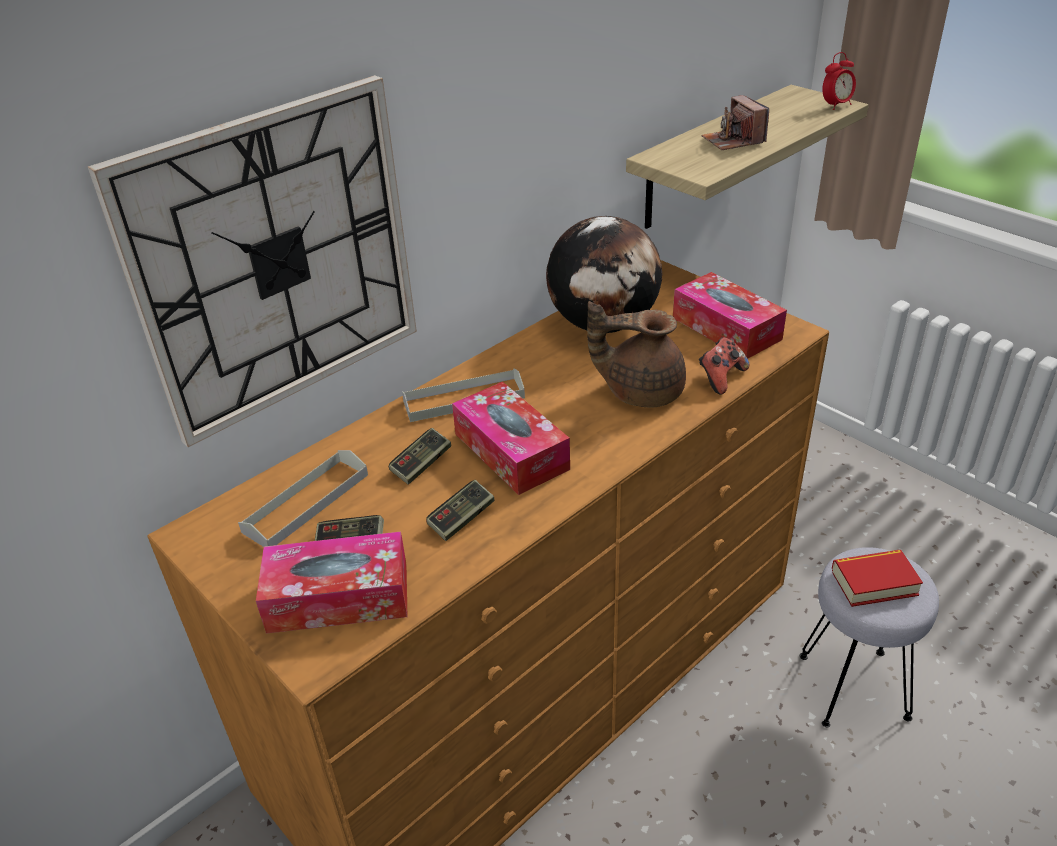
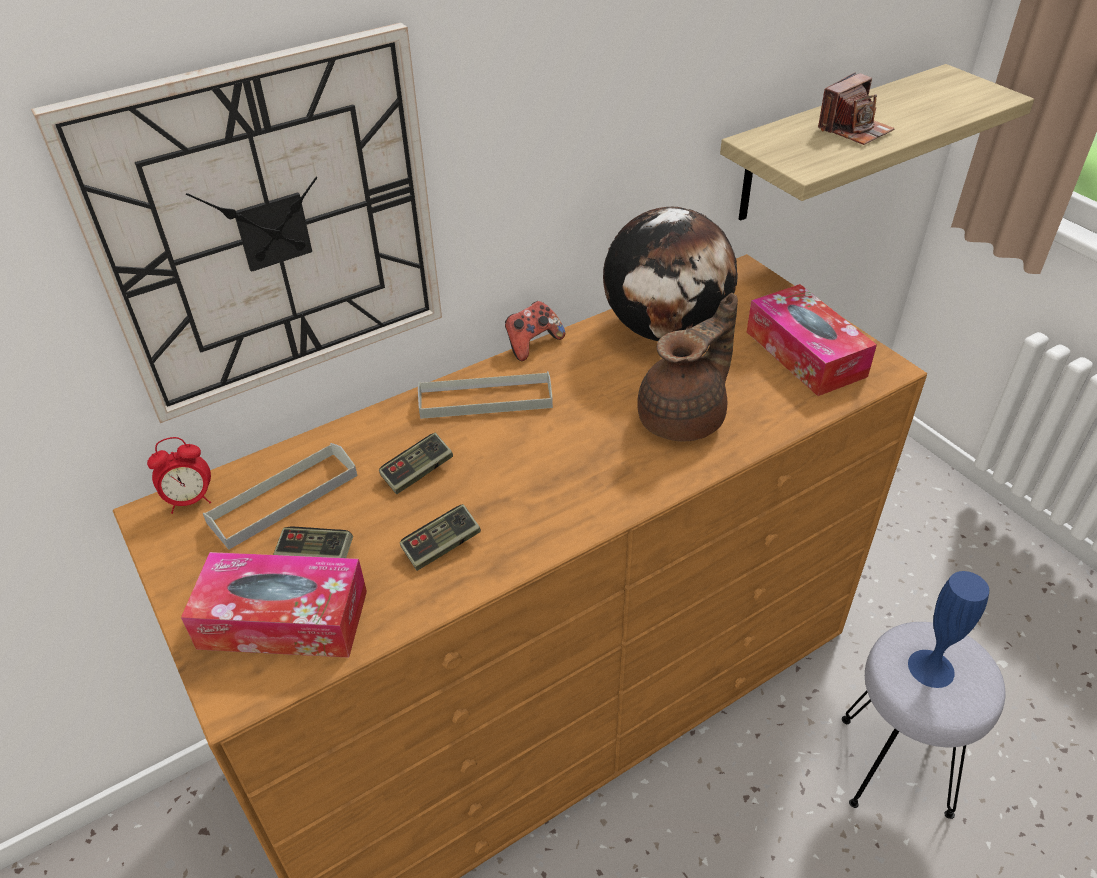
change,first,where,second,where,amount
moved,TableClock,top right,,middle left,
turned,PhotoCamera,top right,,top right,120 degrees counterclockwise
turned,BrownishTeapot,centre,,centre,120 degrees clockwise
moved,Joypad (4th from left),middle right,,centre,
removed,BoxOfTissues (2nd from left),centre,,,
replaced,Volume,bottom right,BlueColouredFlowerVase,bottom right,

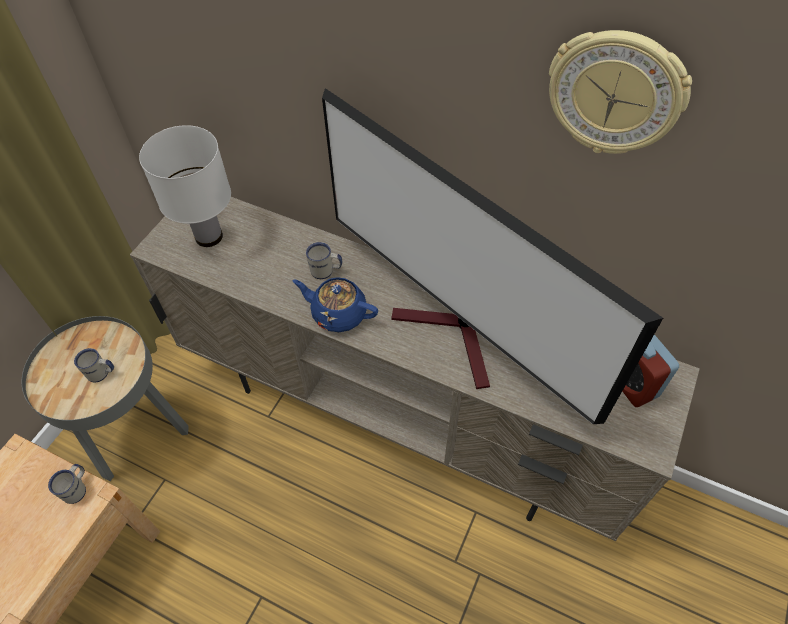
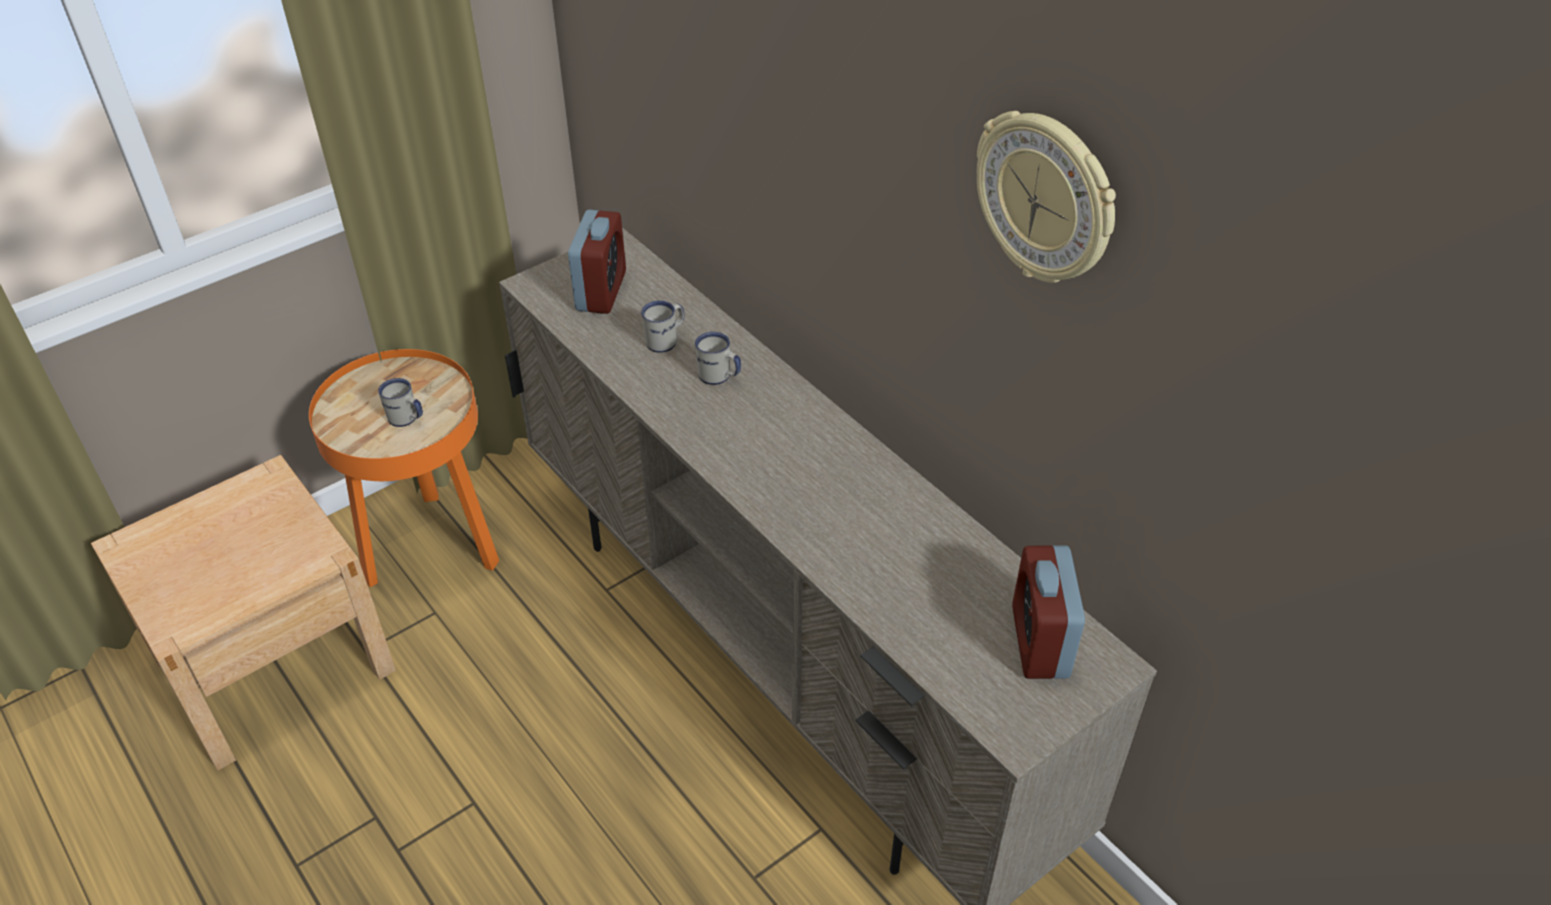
change,first,where,second,where,amount
removed,Tv,centre,,,
replaced,WhiteColouredLampForATable,top left,TableClock (1st from left),top centre,
removed,BlueColouredTeapot,centre,,,
recoloured,GrayEndTable,middle left,OrangeyEndTable,middle left,
moved,WhiteColouredMug (1st from left in the first image),bottom left,WhiteColouredMug (2nd from left),centre,

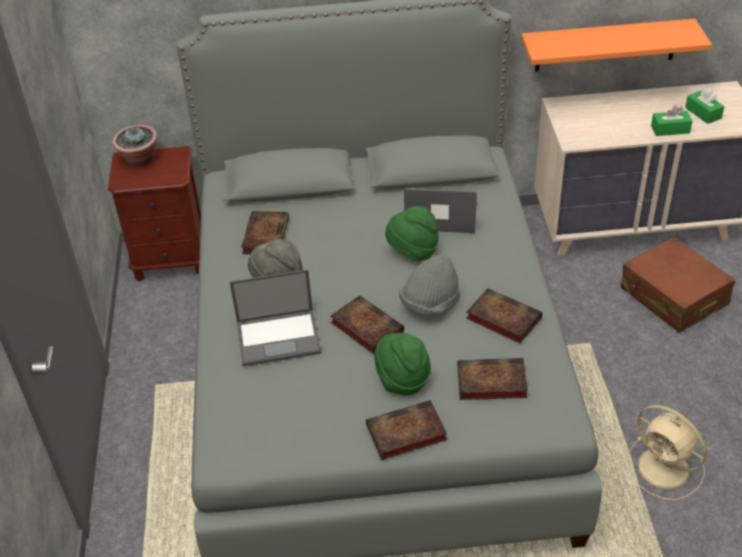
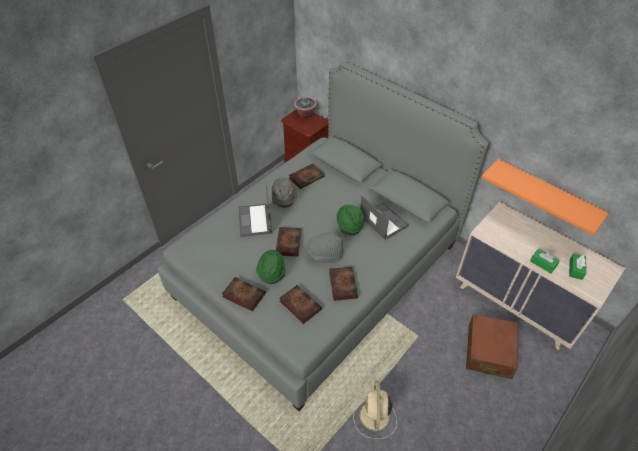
change,first,where,second,where,amount
turned,Laptop (1st from left),centre,,centre,45 degrees clockwise

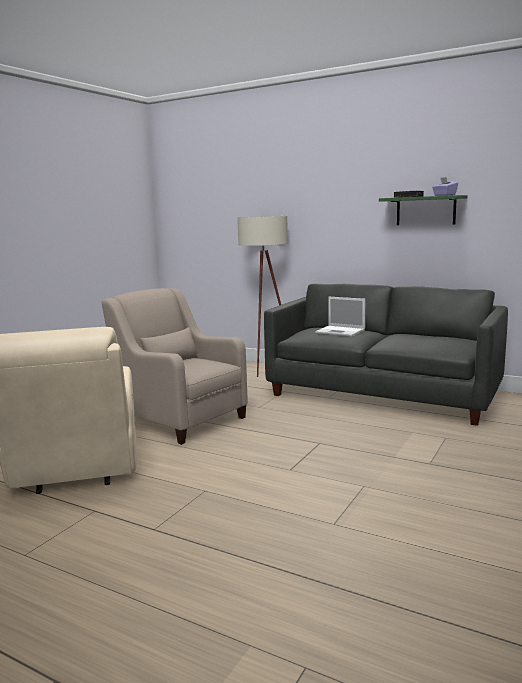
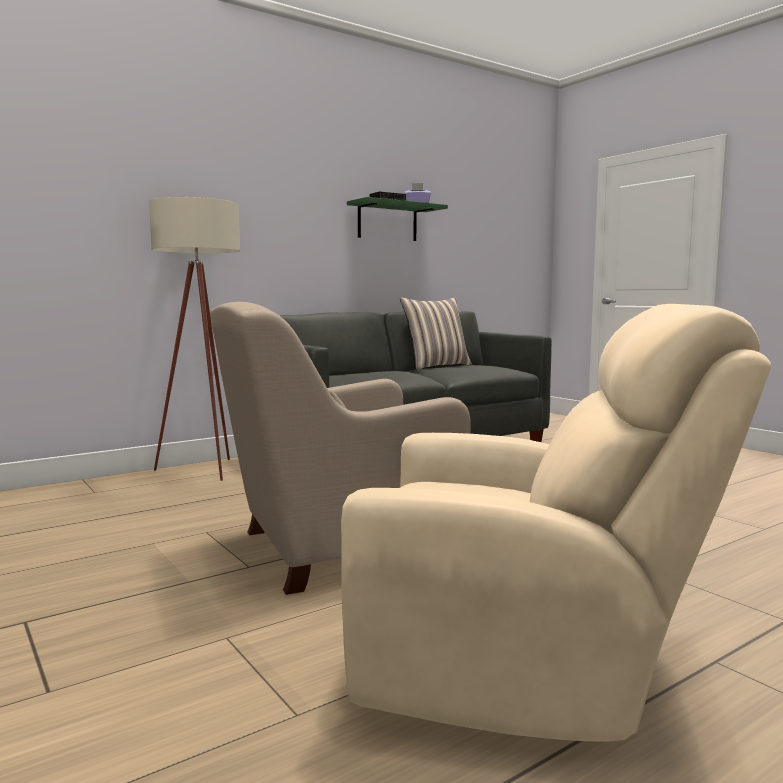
change,first,where,second,where,amount
removed,Laptop,centre,,,
added,,,Cushion,centre,

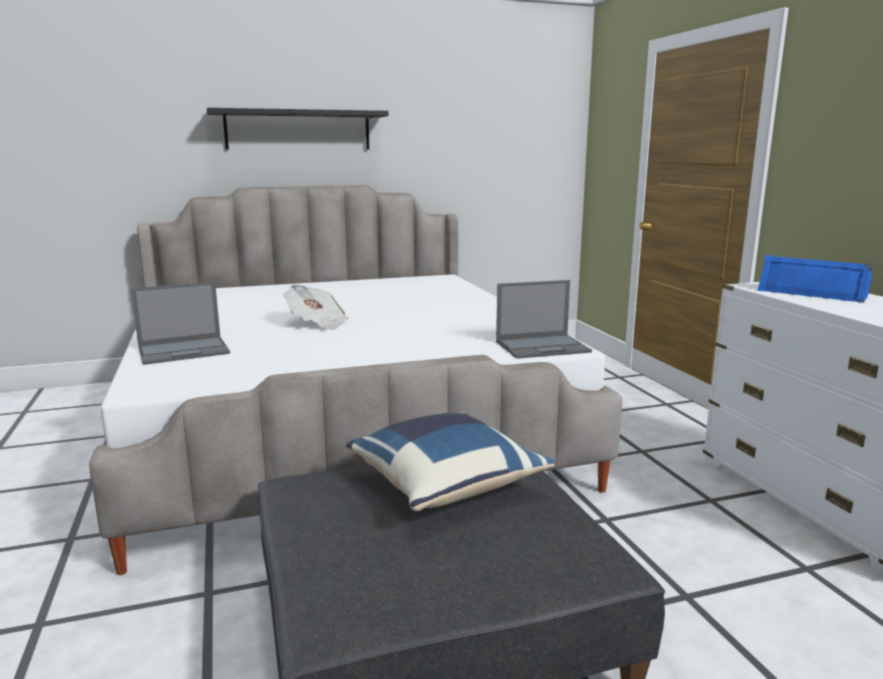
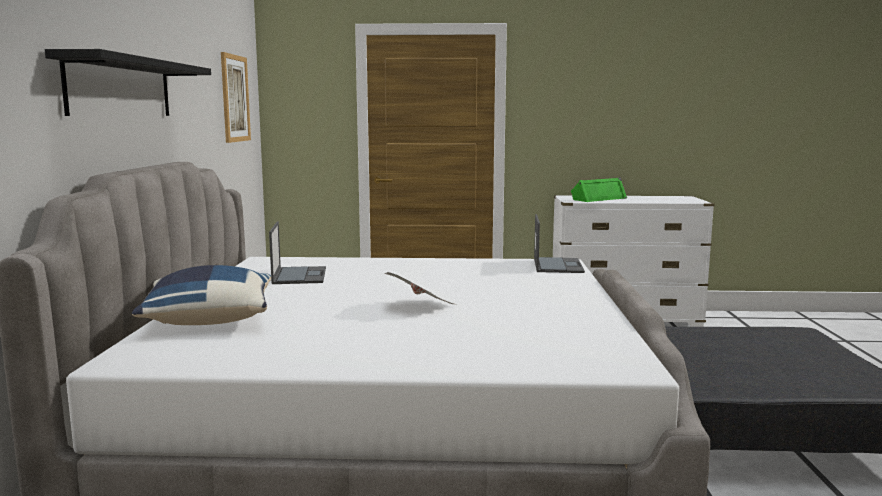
change,first,where,second,where,amount
recoloured,BlueColouredLoudspeaker,middle right,GreenishLoudspeaker,middle right,
moved,Laptop (1st from left),middle left,,centre,
moved,BlueColouredCushion,bottom centre,,middle left,
added,,,Picture,top left,

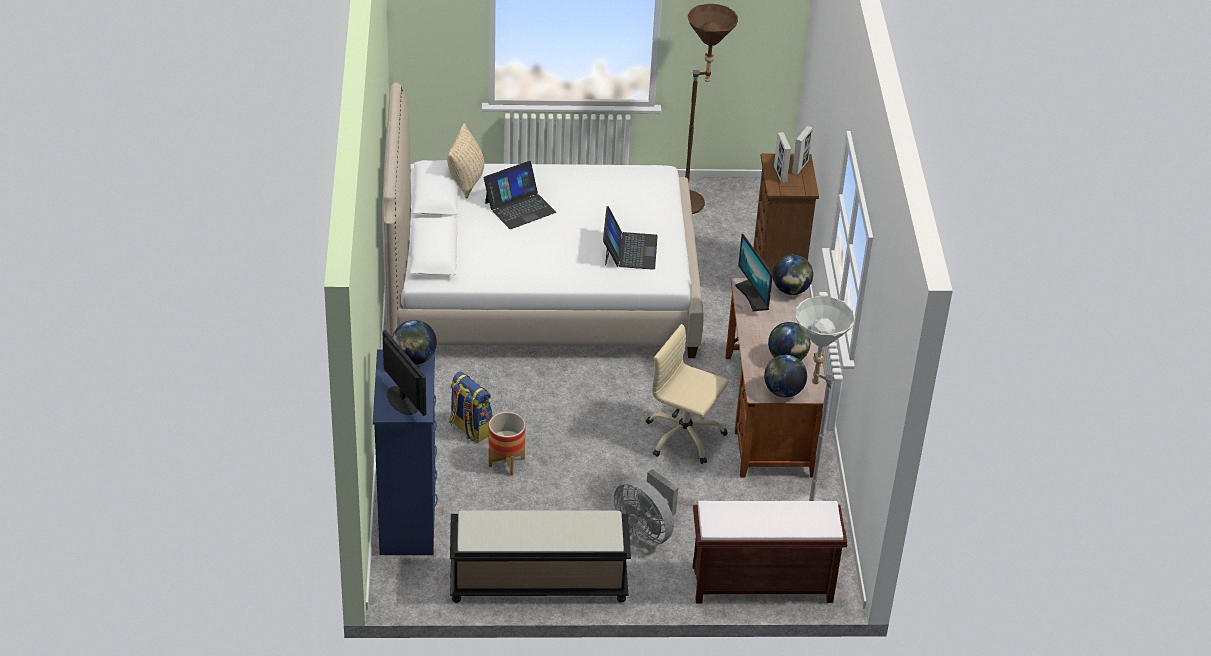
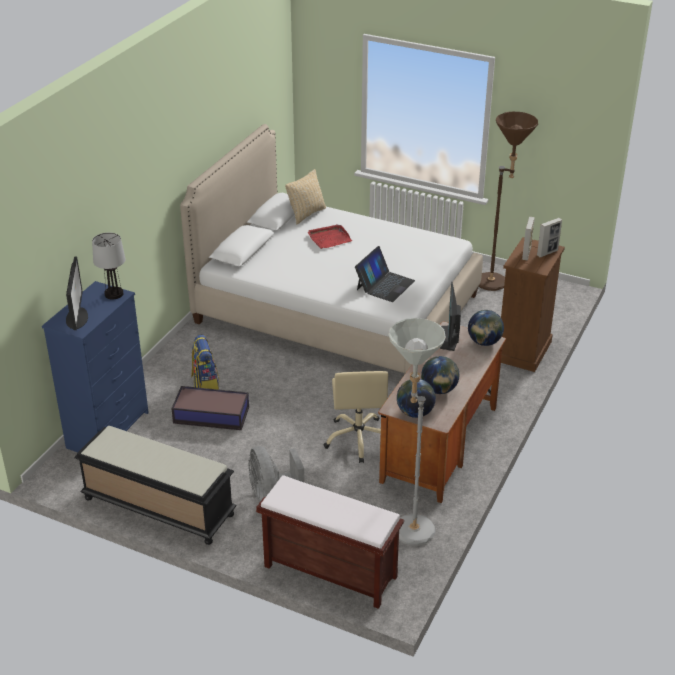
change,first,where,second,where,amount
replaced,Laptop (1st from left),top centre,ReddishCarryingTray,centre,
replaced,Globe (1st from left),centre,LampForATable,middle left,
turned,SandColouredComputerChair,centre,,centre,150 degrees counterclockwise
replaced,Planter,bottom centre,StorageContainer,middle left,

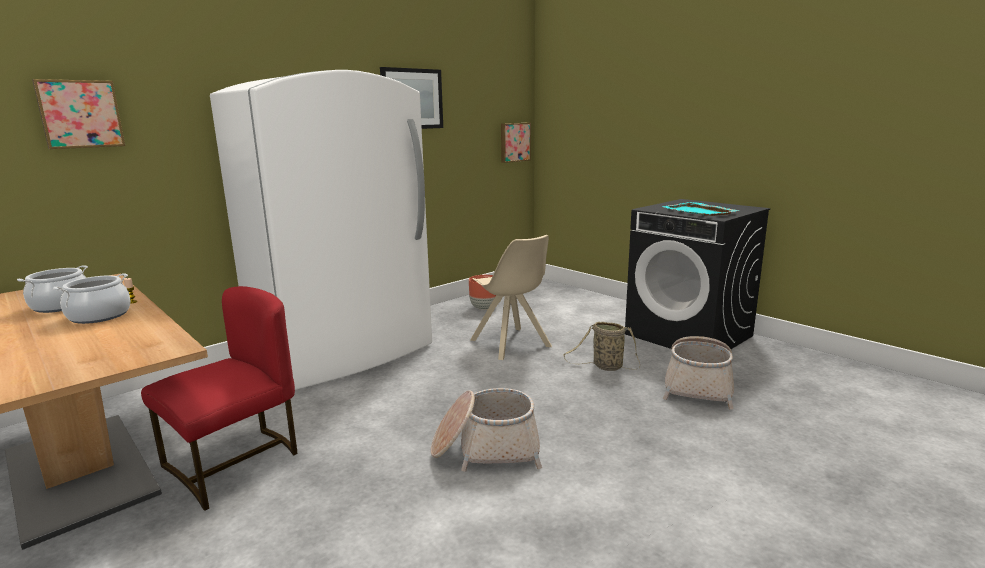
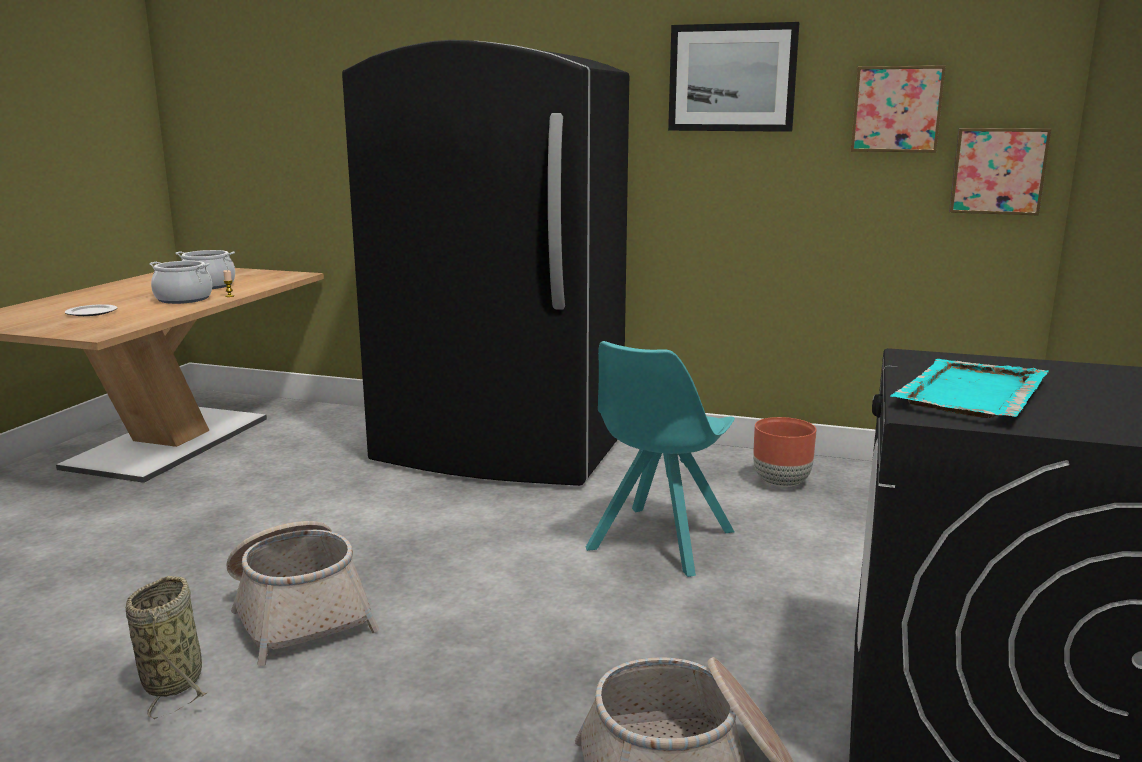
change,first,where,second,where,amount
recoloured,WhiteColouredFridge,middle left,BlackColouredFridge,centre,
moved,Picture (1st from left in the first image),top left,Picture (2nd from left),top right,
recoloured,SandColouredUprightChair,centre,TurquoiseUprightChair,centre,
removed,ReddishUprightChair,bottom left,,,
moved,HouseholdBasket (2nd from left in the first image),centre,HouseholdBasket (1st from left),bottom left,
added,,,DinnerPlate,middle left,

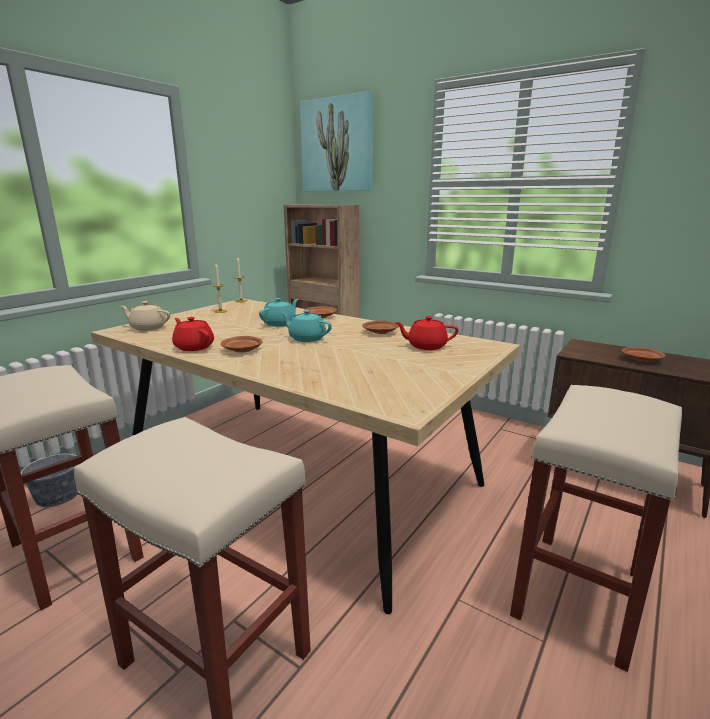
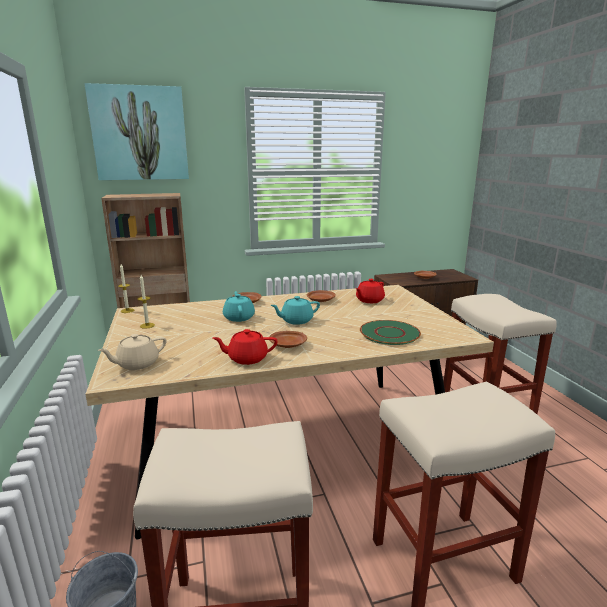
change,first,where,second,where,amount
added,,,GreenishDinnerPlate,centre,

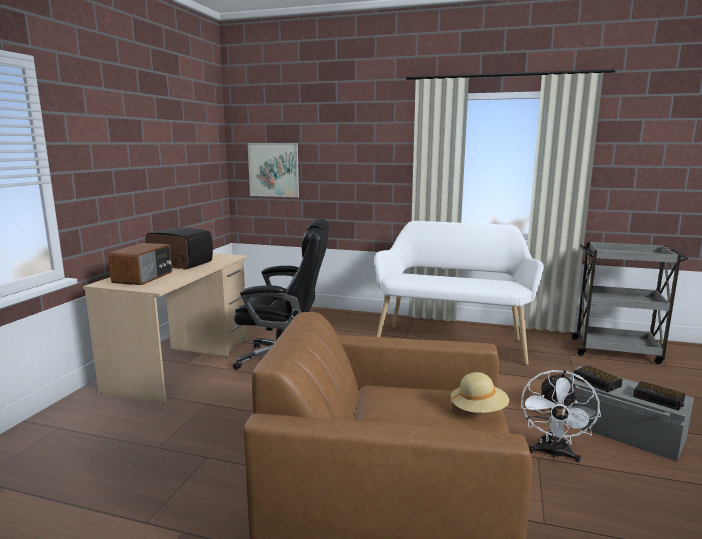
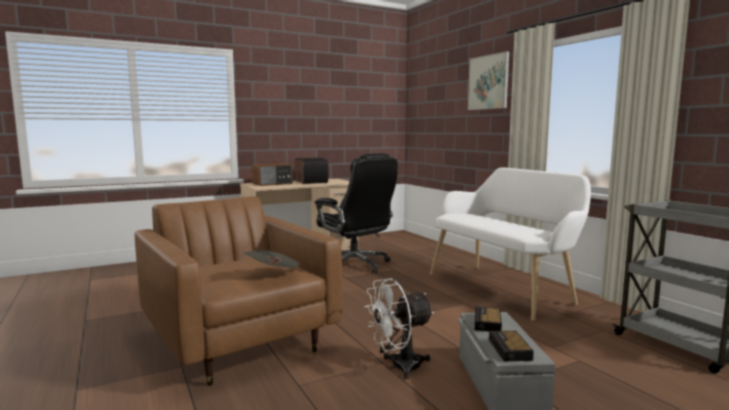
change,first,where,second,where,amount
moved,Picture,top centre,,top right,
replaced,SandColouredWearableHat,bottom right,Newspaper,centre,

